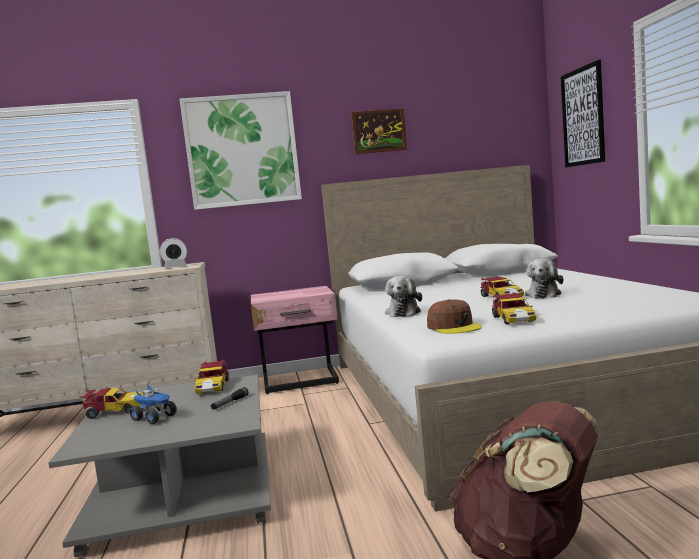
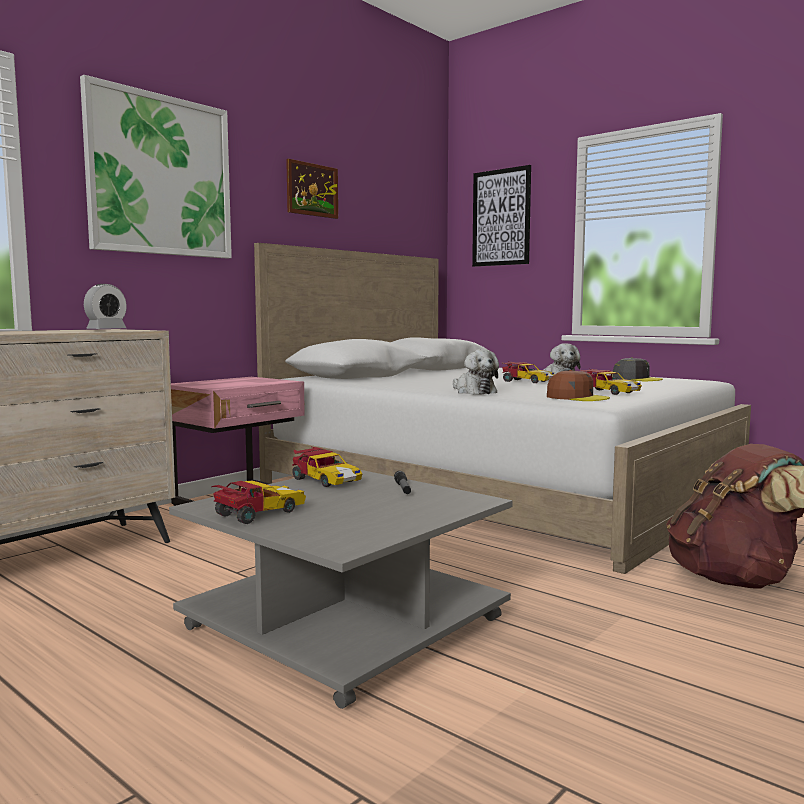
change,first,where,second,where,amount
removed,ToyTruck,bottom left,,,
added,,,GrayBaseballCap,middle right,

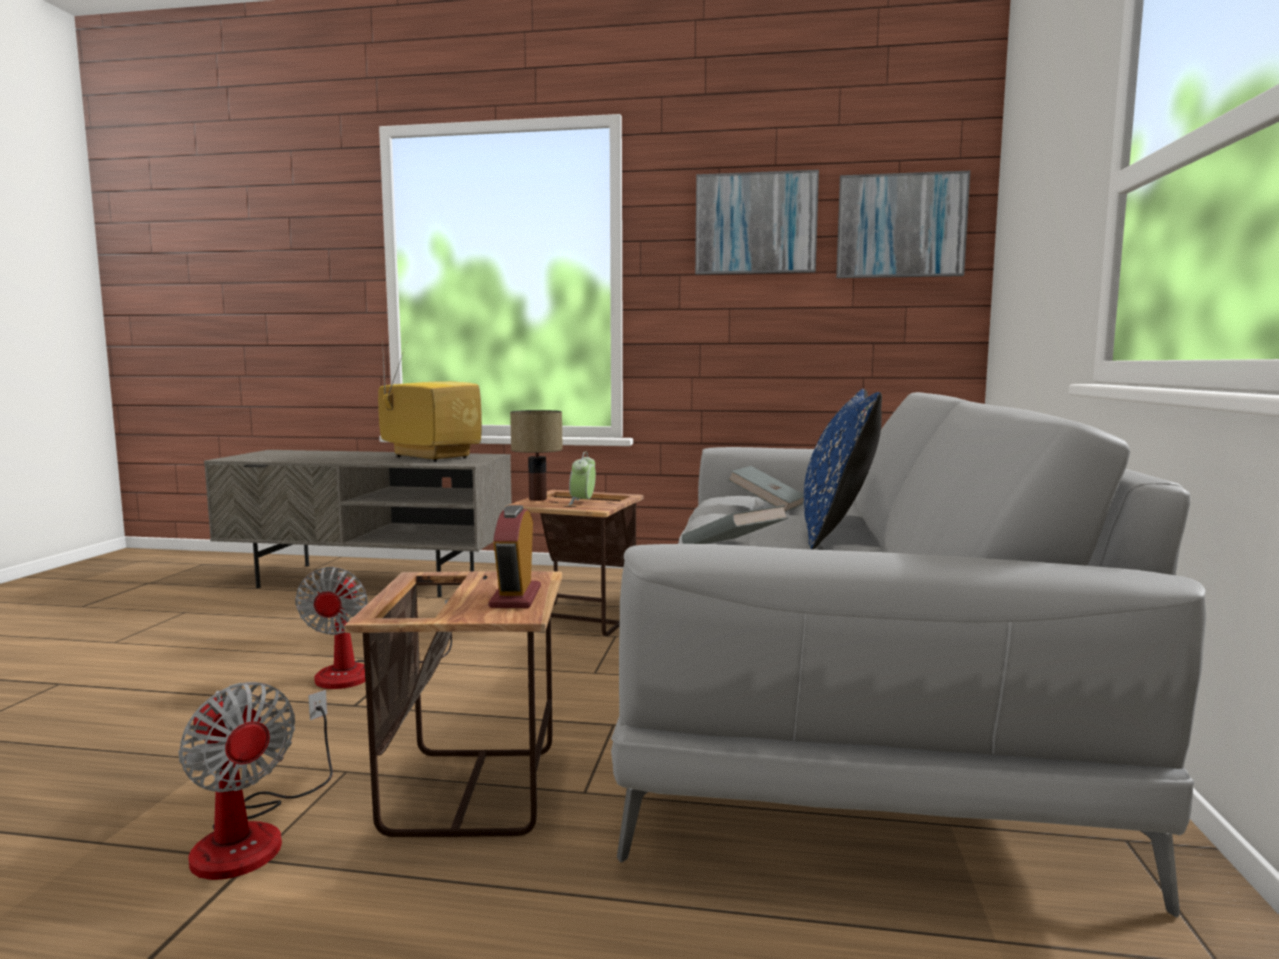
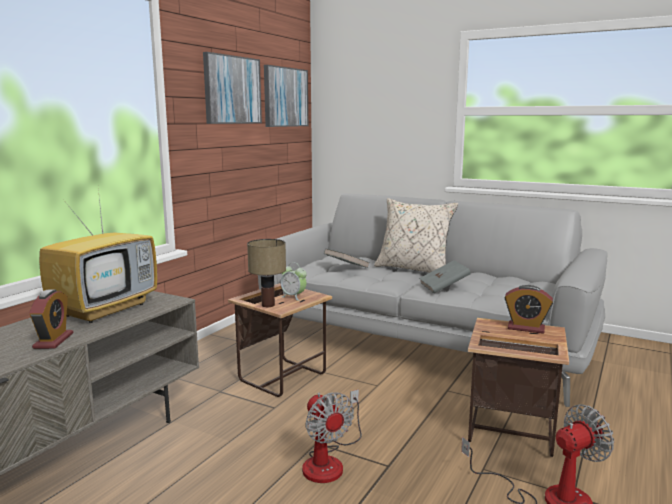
change,first,where,second,where,amount
turned,Tv,centre,,middle left,150 degrees clockwise
recoloured,BlueColouredCushion,centre,SandColouredCushion,centre,
turned,ElectricFan (2nd from left in the first image),middle left,ElectricFan (1st from left),bottom centre,45 degrees clockwise
added,,,TableClock (1st from left),middle left,

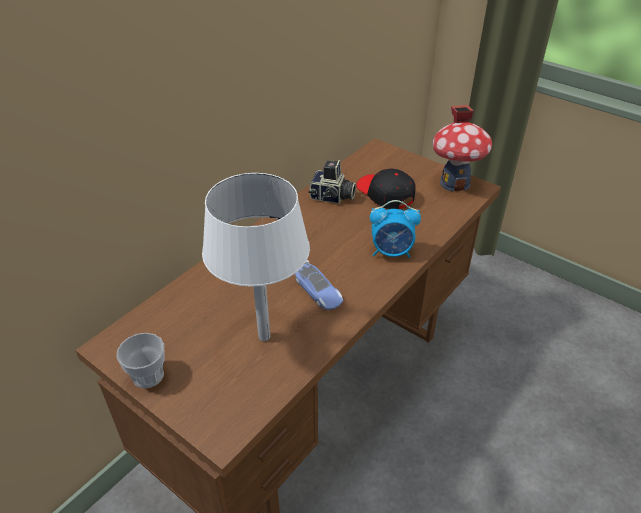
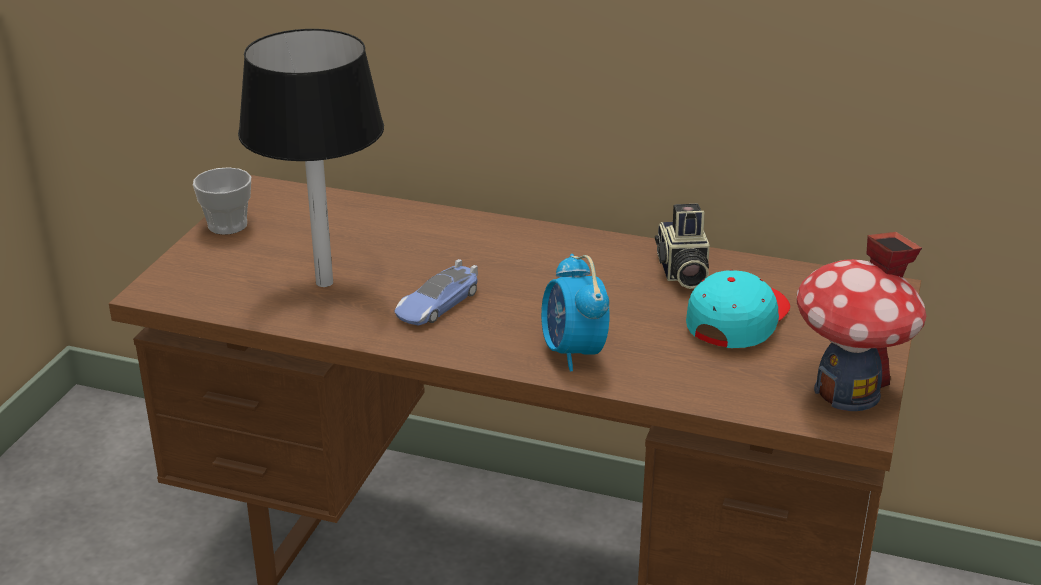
change,first,where,second,where,amount
recoloured,BlackColouredBaseballCap,centre,TurquoiseBaseballCap,middle right,
recoloured,WhiteColouredLampForATable,centre,BlackColouredLampForATable,top left,

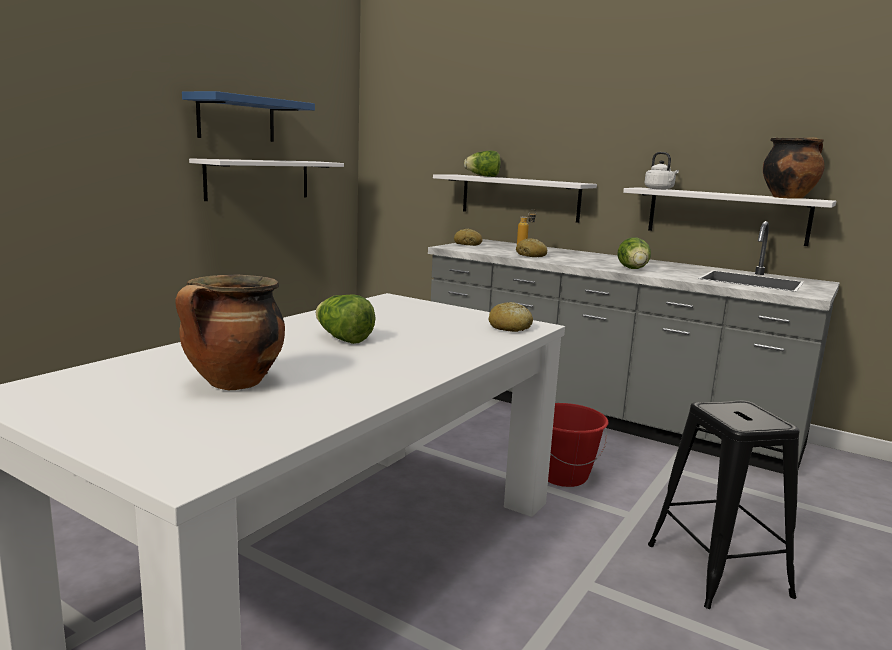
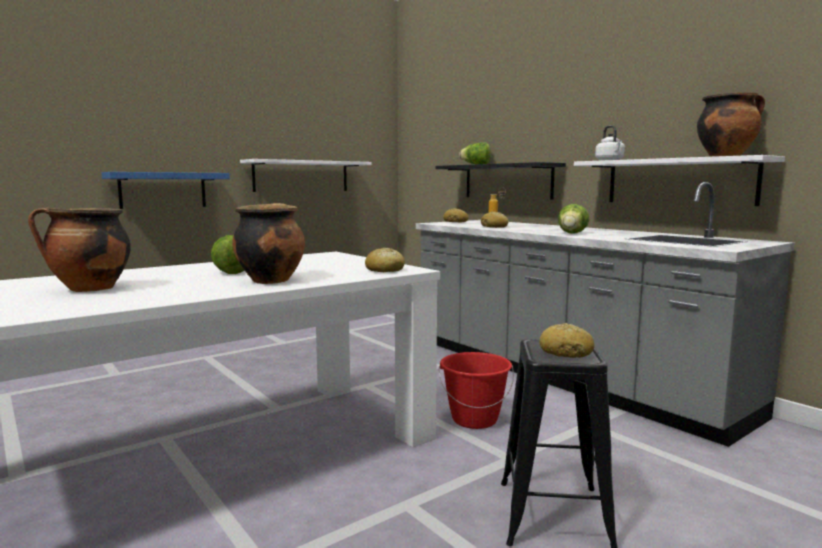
change,first,where,second,where,amount
moved,BlueColouredBracketShelf,top left,,middle left,
recoloured,WhiteColouredBracketShelf (2nd from left),top centre,BlackColouredBracketShelf,top centre,
added,,,Stockpot (2nd from left),middle left,
added,,,BakeryBread (4th from left),middle right,

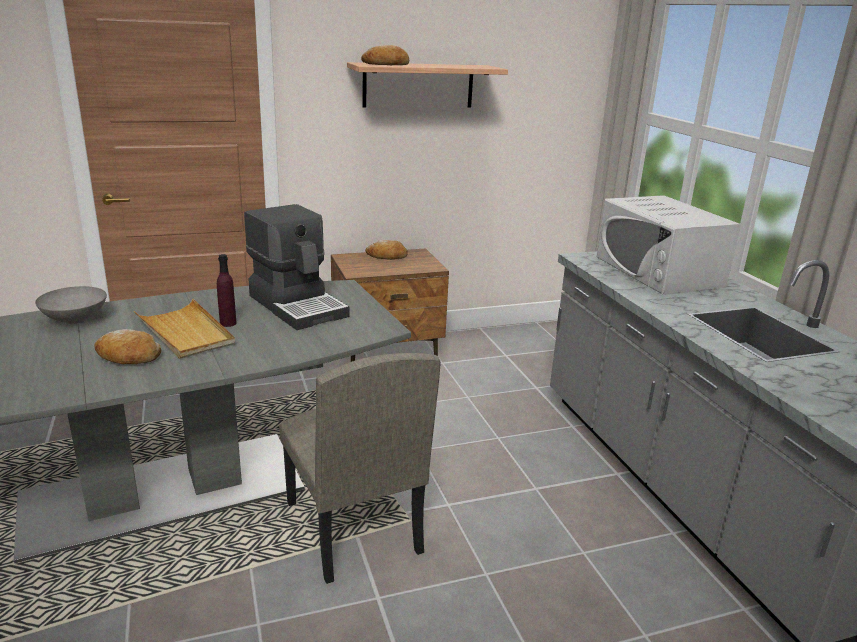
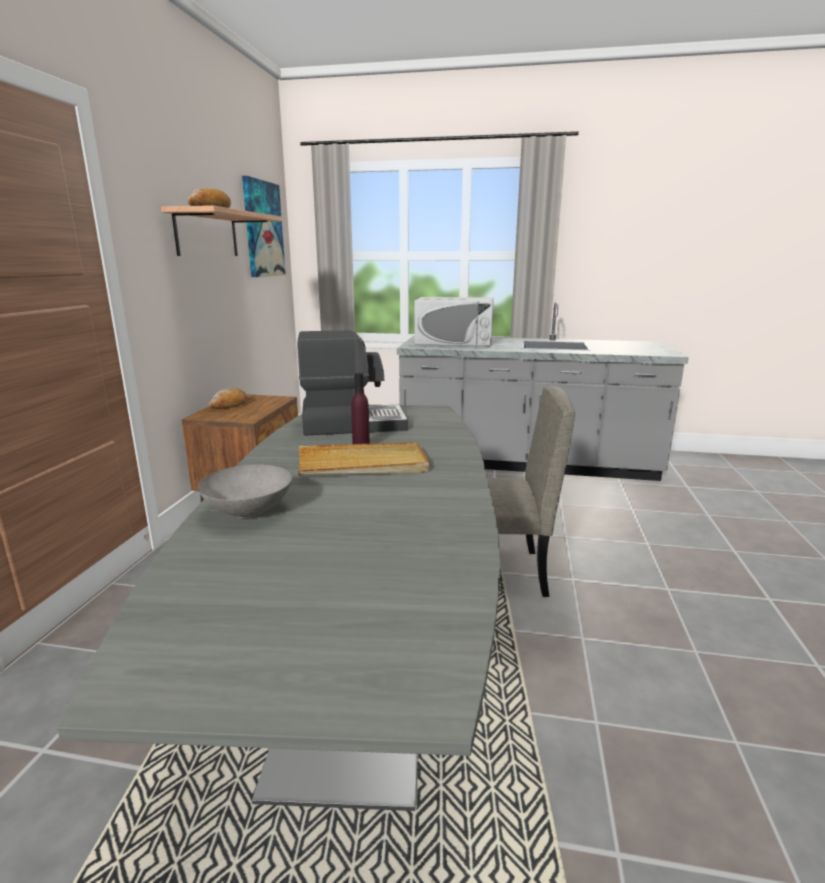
change,first,where,second,where,amount
removed,BakeryBread (1st from left),middle left,,,
added,,,Picture,top left,

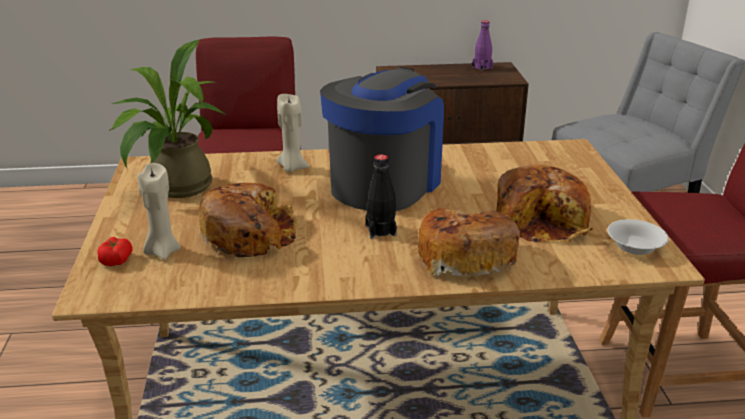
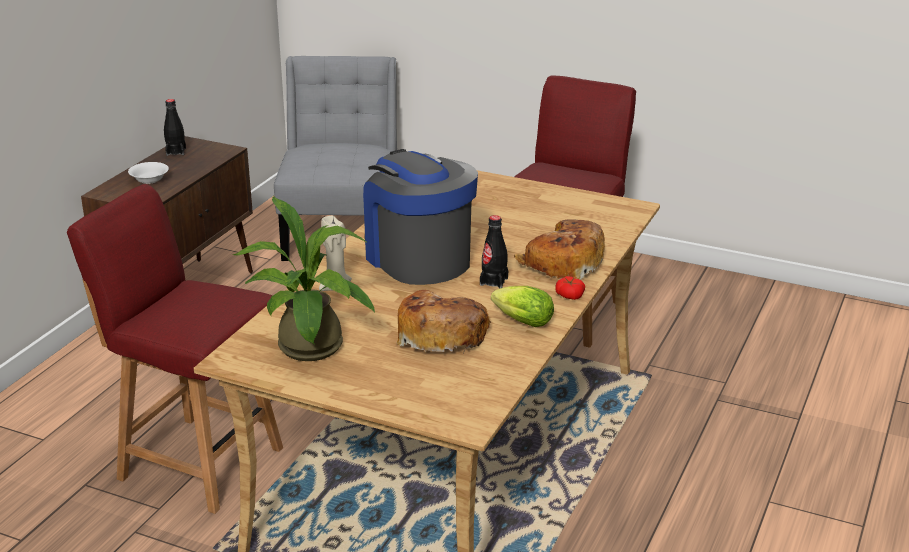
change,first,where,second,where,amount
recoloured,PurplishBottle,top centre,BlackColouredBottle (1st from left),top left,
removed,SandColouredWaxLight (1st from left),middle left,,,
removed,BakeryBread (3rd from left),middle right,,,
moved,WhiteColouredBowl,middle right,,top left,
moved,WholeTomato,middle left,,centre,
added,,,LettuceHead,centre,

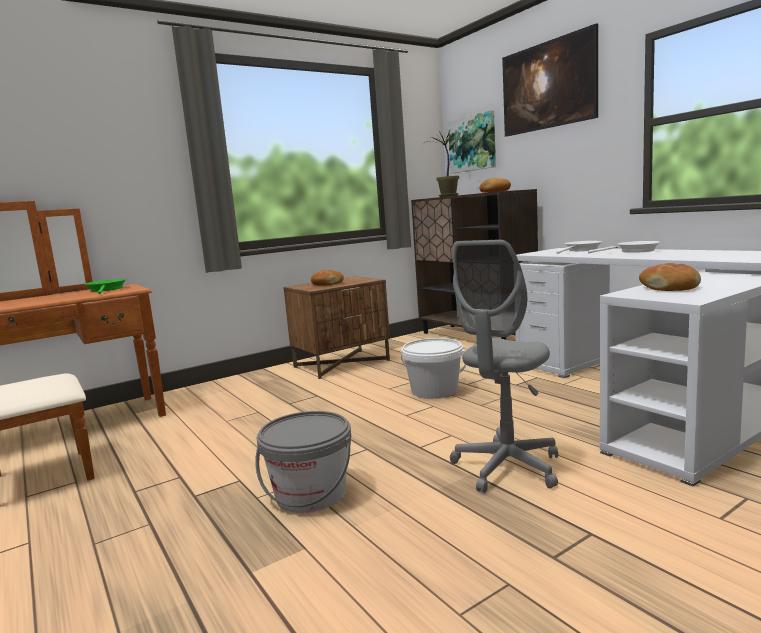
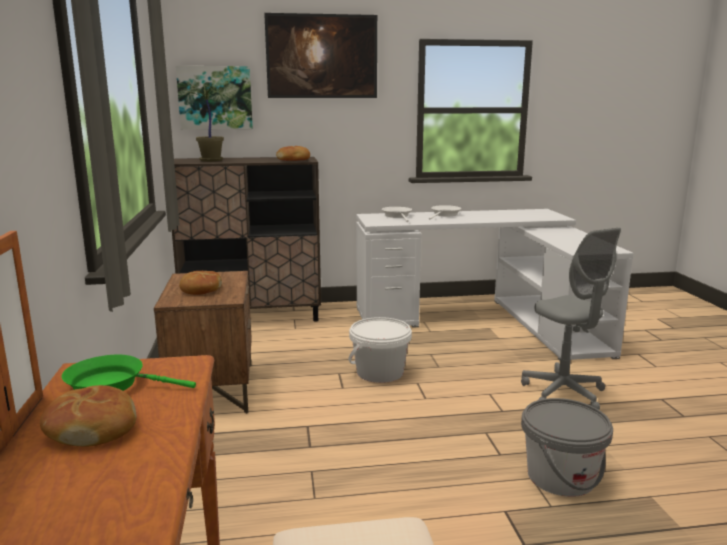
change,first,where,second,where,amount
moved,BakeryBread (3rd from left in the first image),middle right,BakeryBread (1st from left),bottom left,

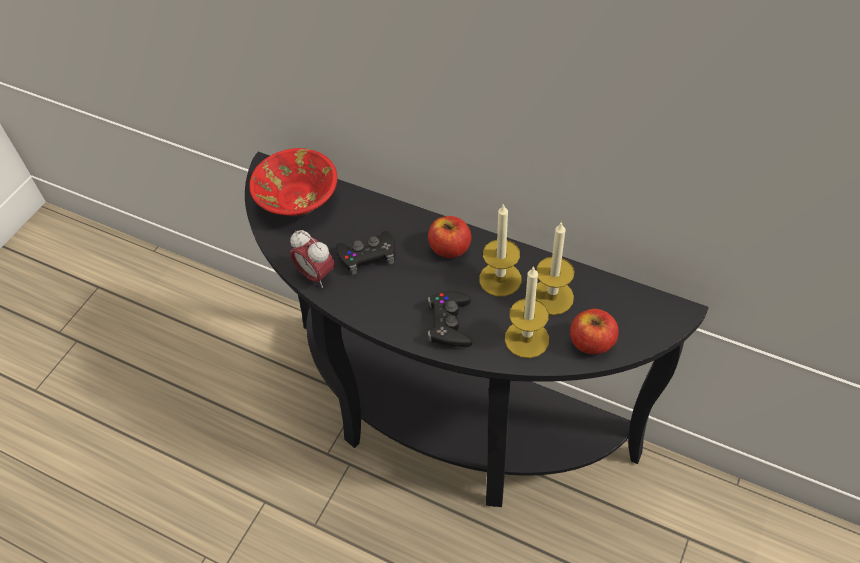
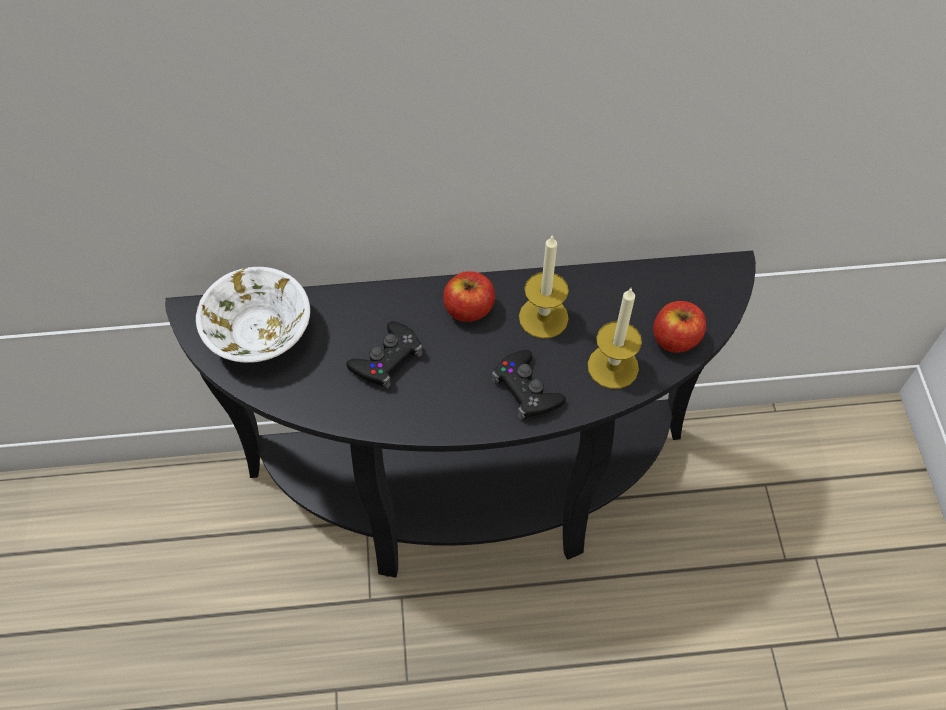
change,first,where,second,where,amount
recoloured,ReddishBowl,top centre,WhiteColouredBowl,middle left,
removed,WaxLight (3rd from left),centre,,,
removed,TableClock,centre,,,

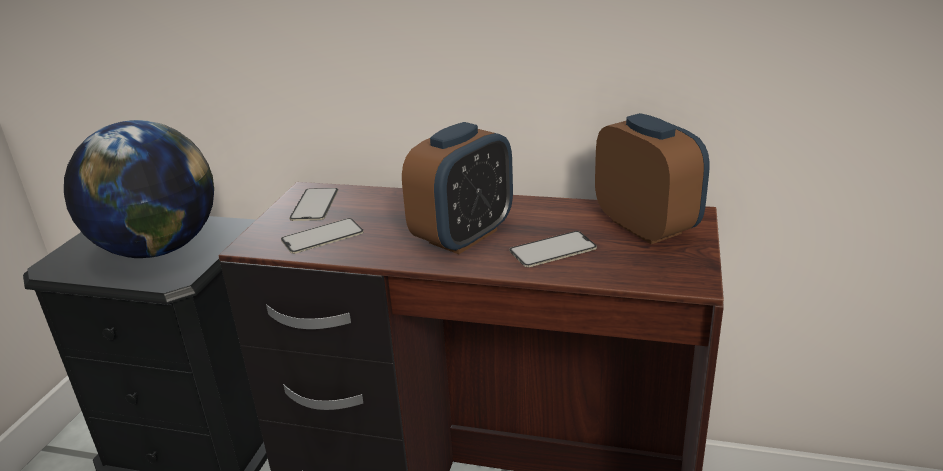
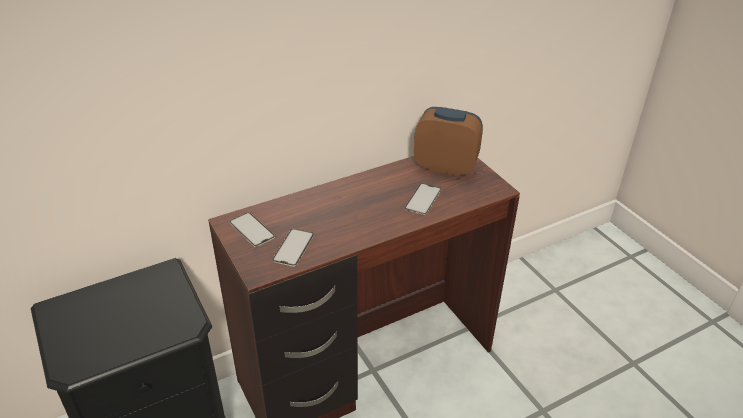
change,first,where,second,where,amount
removed,Globe,middle left,,,
removed,TableClock (1st from left),centre,,,

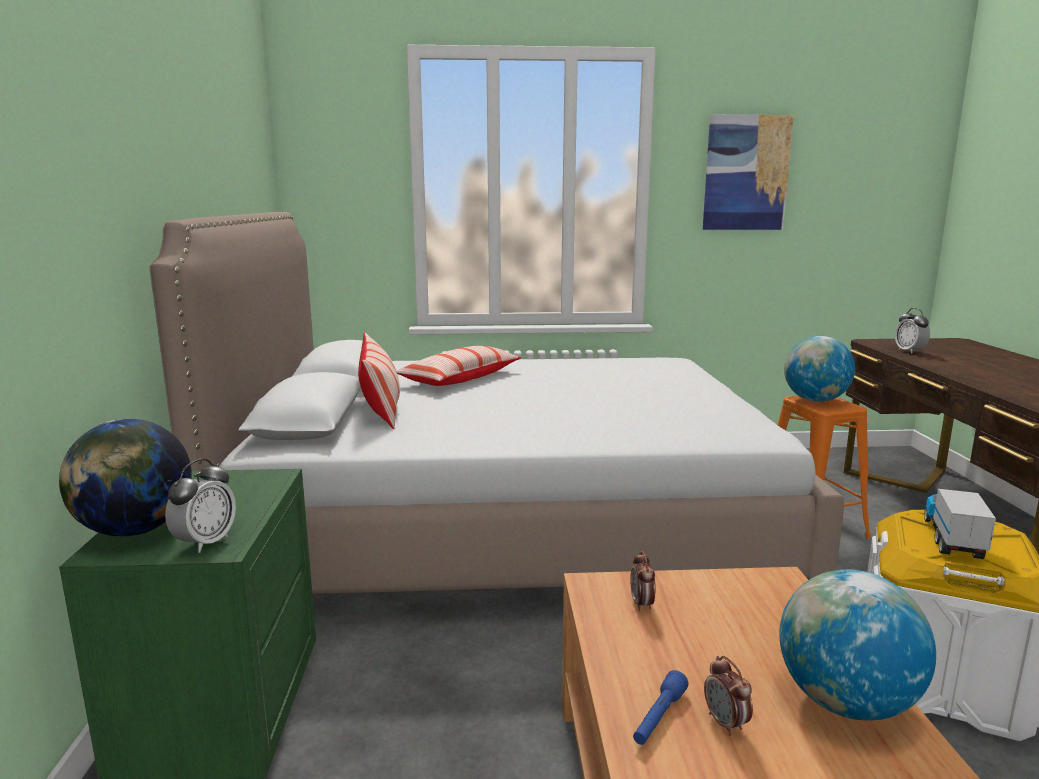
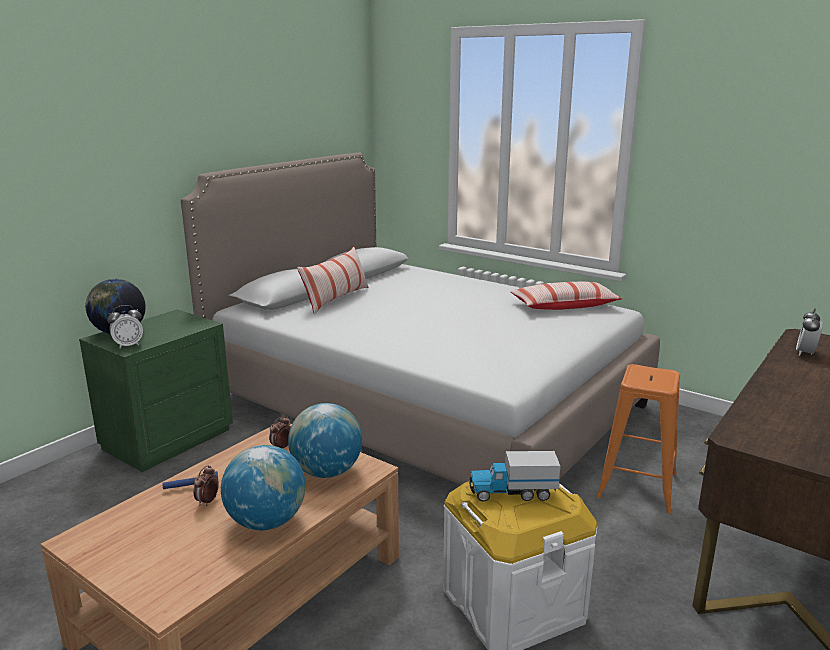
change,first,where,second,where,amount
removed,Picture,top right,,,
moved,Globe (2nd from left in the first image),middle right,Globe (3rd from left),bottom centre,
moved,Cushion (2nd from left),centre,,middle right,
turned,ToyTruck,bottom right,,bottom centre,150 degrees counterclockwise

